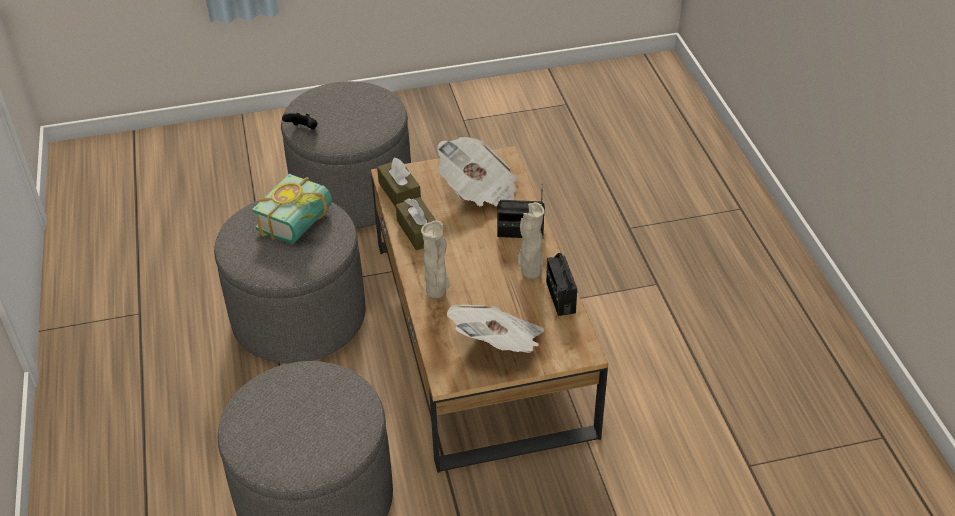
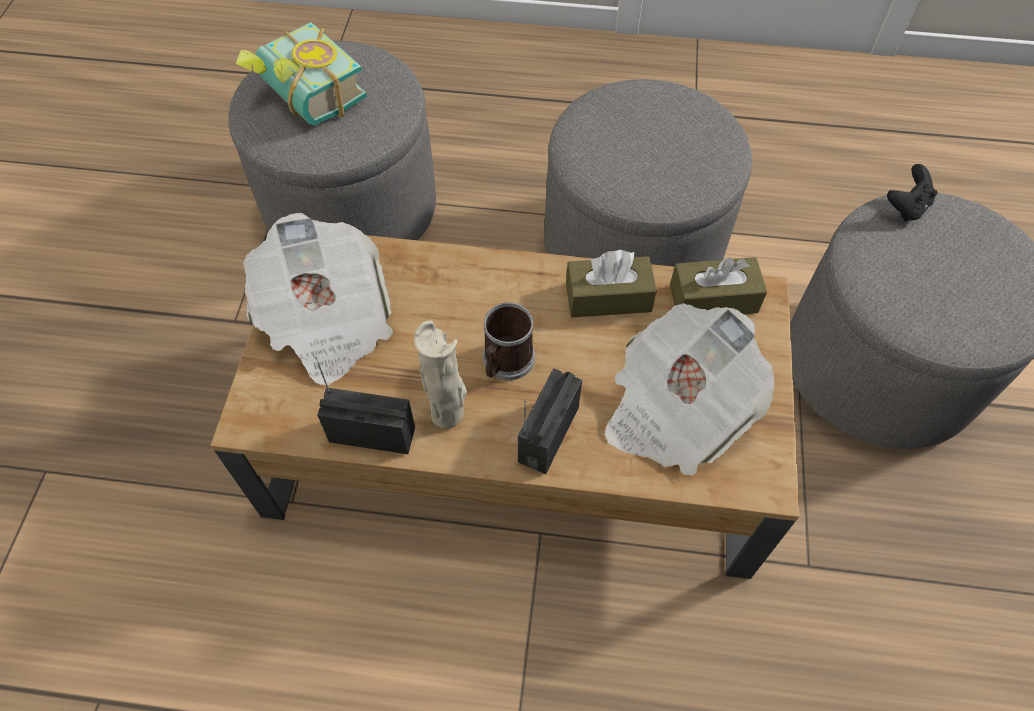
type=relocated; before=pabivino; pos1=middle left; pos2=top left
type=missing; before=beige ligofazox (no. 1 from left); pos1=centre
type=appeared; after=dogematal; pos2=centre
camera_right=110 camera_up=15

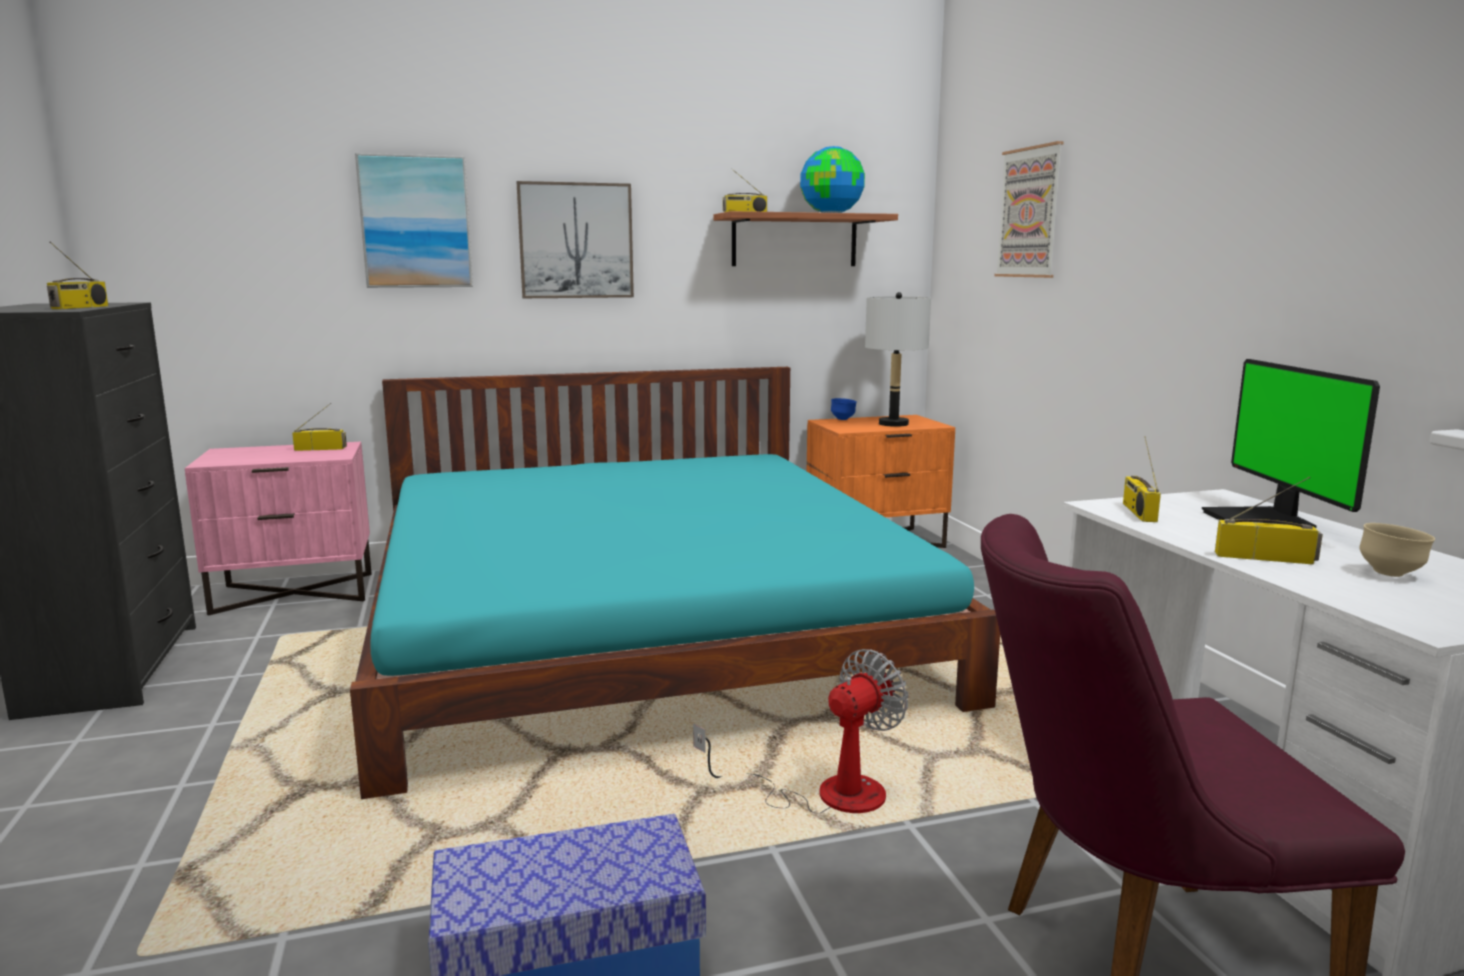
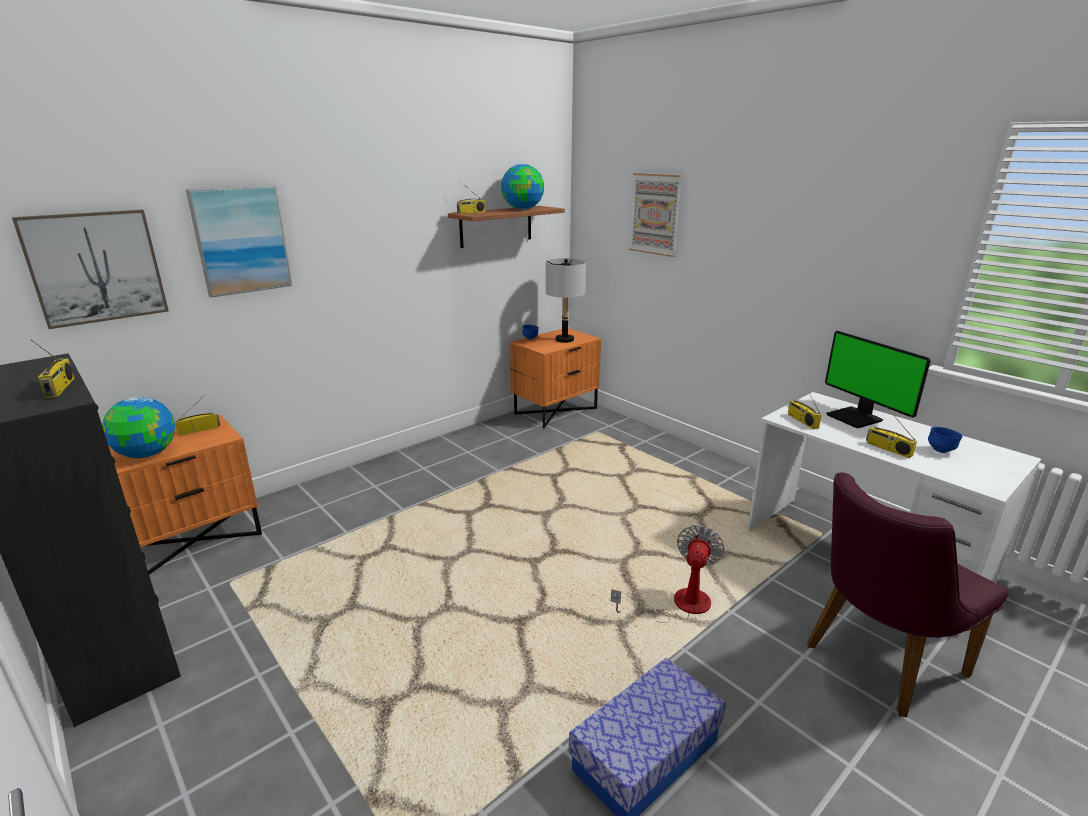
type=colour; before=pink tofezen; after=orange tofezen (no. 1 from left); pos1=middle left; pos2=middle left
type=missing; before=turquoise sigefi; pos1=centre
type=relocated; before=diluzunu (no. 2 from left in the first image); after=diluzunu (no. 1 from left); pos1=top centre; pos2=top left
type=spun; before=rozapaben (no. 5 from left); pos1=middle right; pos2=middle right; turn=-120
type=colour; before=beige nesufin; after=blue nesufin (no. 2 from left); pos1=middle right; pos2=middle right
type=appeared; after=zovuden (no. 1 from left); pos2=middle left
camera_right=-25 camera_up=10

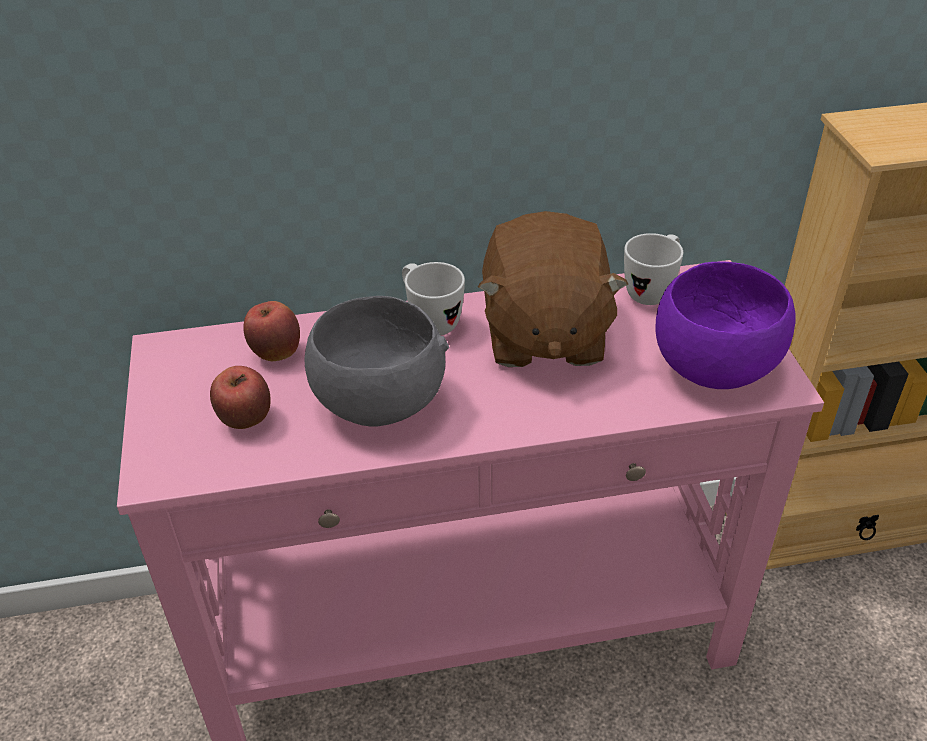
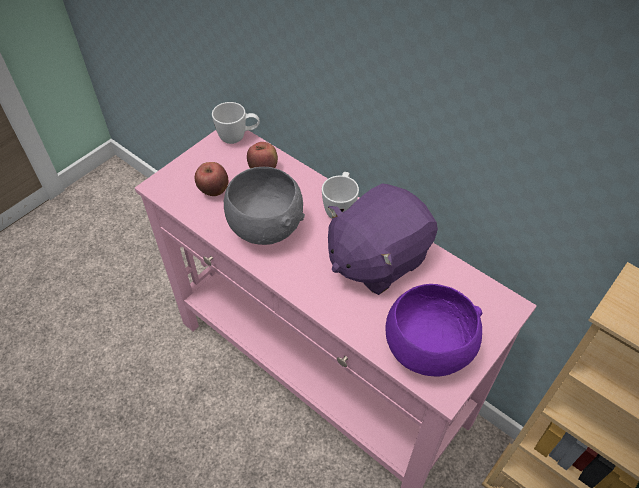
type=colour; before=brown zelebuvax; after=purple zelebuvax; pos1=centre; pos2=centre
type=relocated; before=white dogematal (no. 2 from left in the first image); after=white dogematal (no. 1 from left); pos1=middle right; pos2=top centre
camera_right=50 camera_up=10

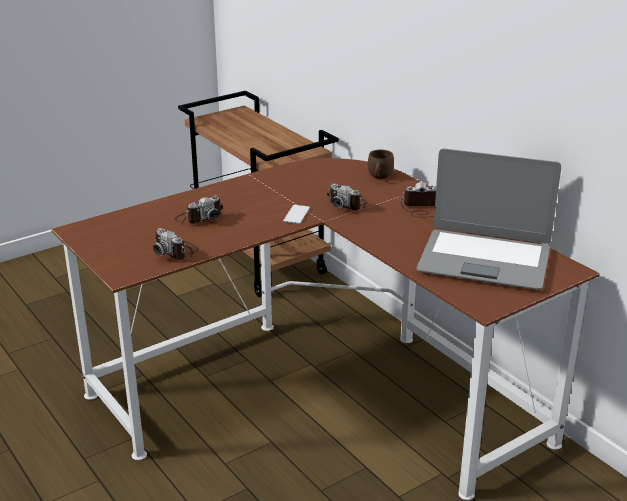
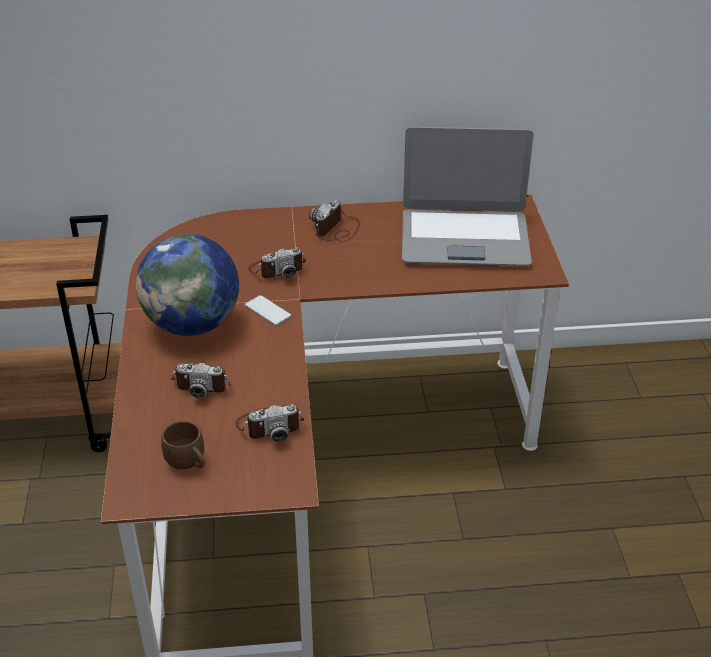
type=spun; before=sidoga (no. 2 from left in the first image); pos1=middle left; pos2=middle left; turn=105
type=relocated; before=brown dogematal; pos1=top centre; pos2=bottom left
type=spun; before=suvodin; pos1=middle right; pos2=top centre; turn=45
type=appeared; after=zovuden; pos2=middle left
camera_right=-60 camera_up=10

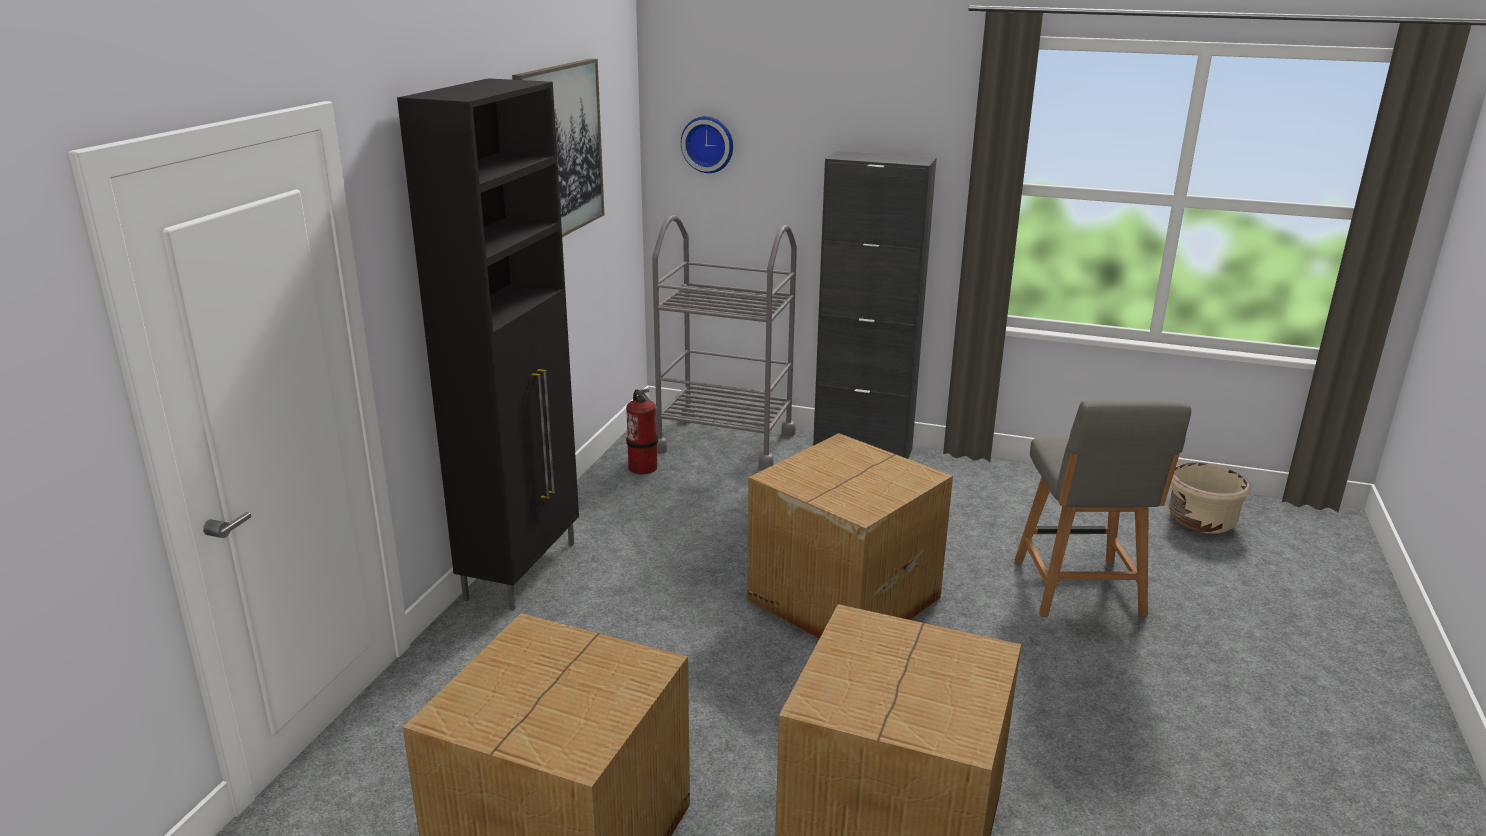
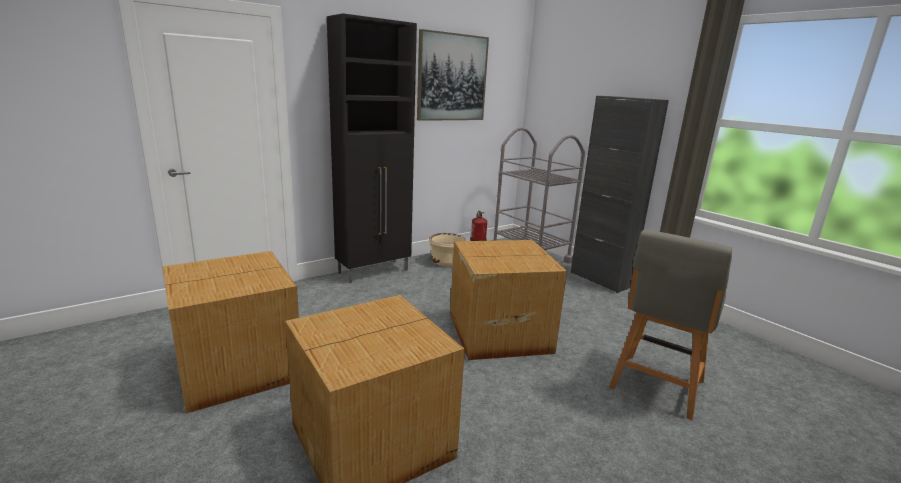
type=missing; before=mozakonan; pos1=top centre
type=relocated; before=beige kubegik; pos1=middle right; pos2=centre
camera_right=35 camera_up=-5

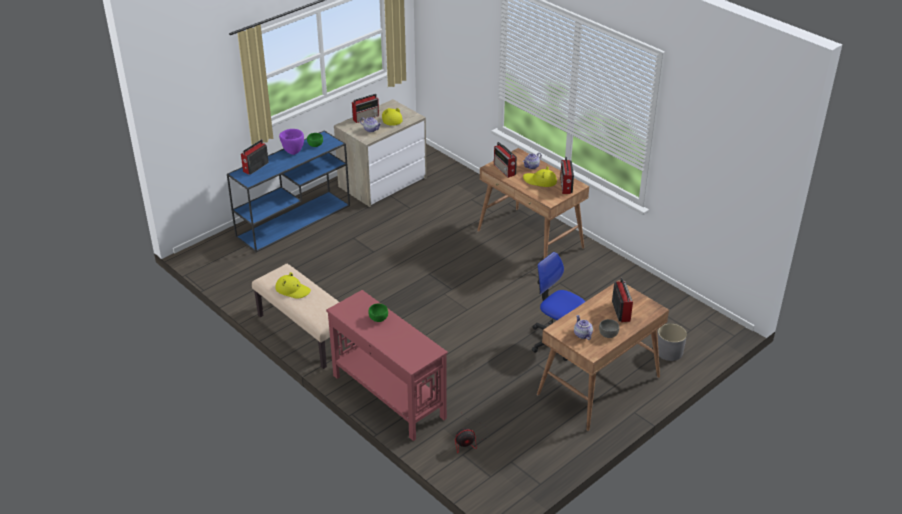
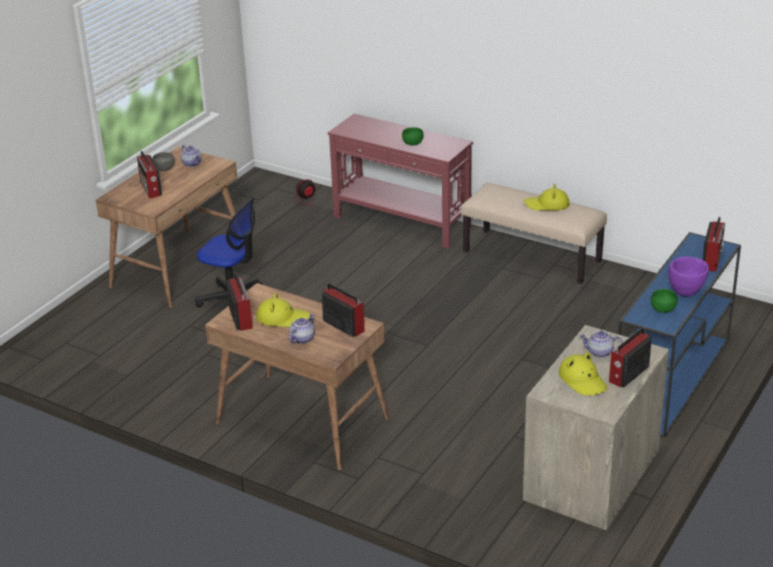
type=missing; before=grey kubegik; pos1=middle right
camera_right=165 camera_up=-5

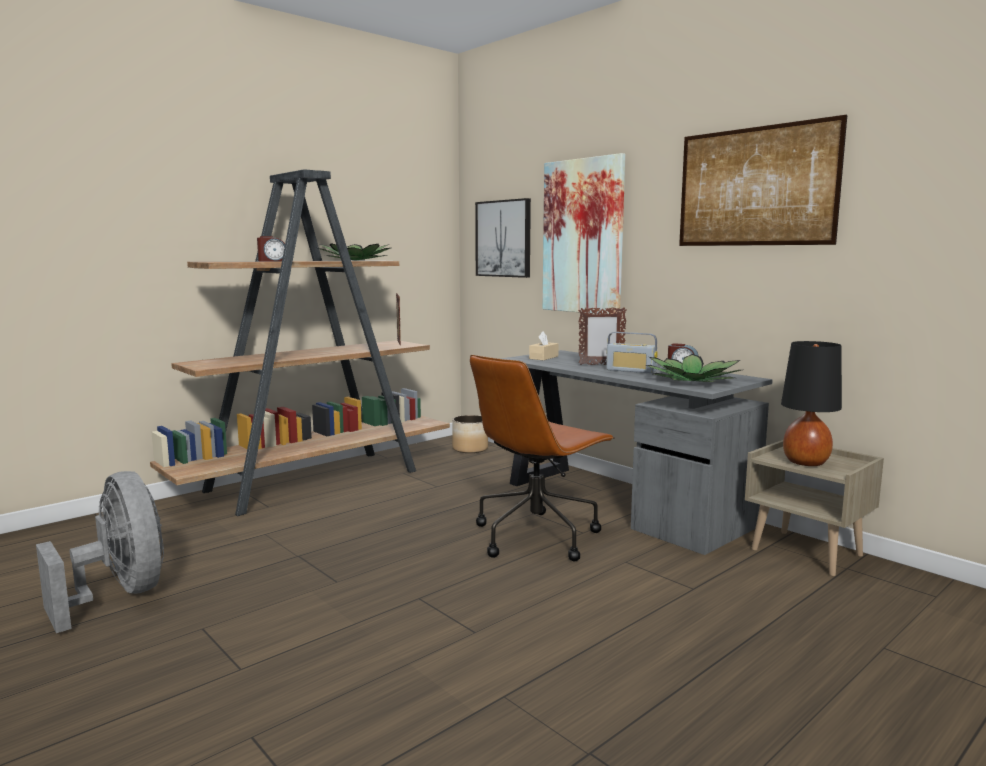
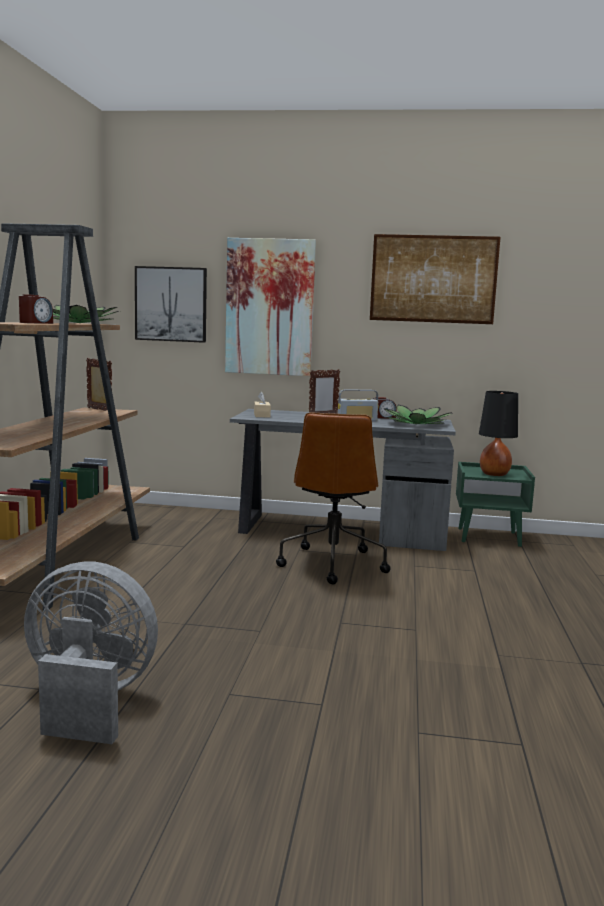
type=missing; before=kubegik; pos1=centre
type=colour; before=beige tofezen; after=green tofezen; pos1=middle right; pos2=middle right
camera_right=-40 camera_up=0

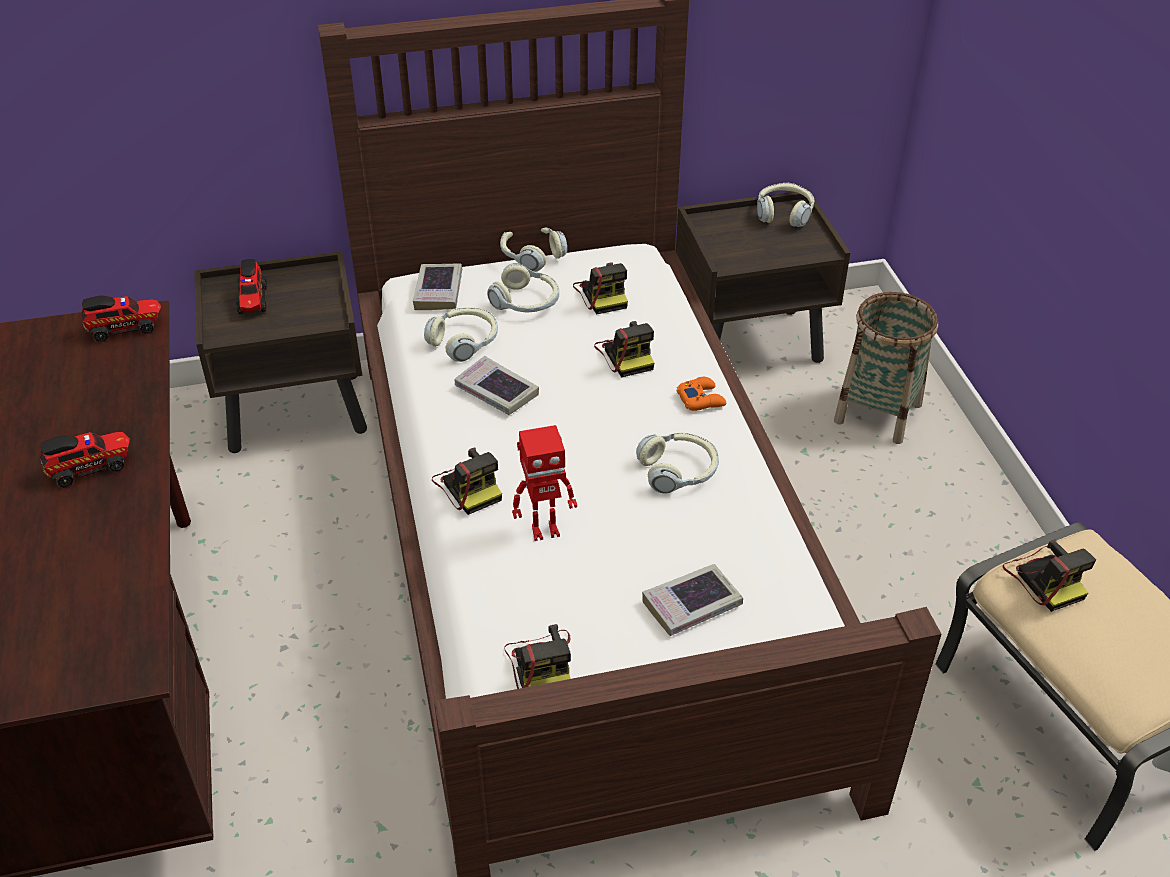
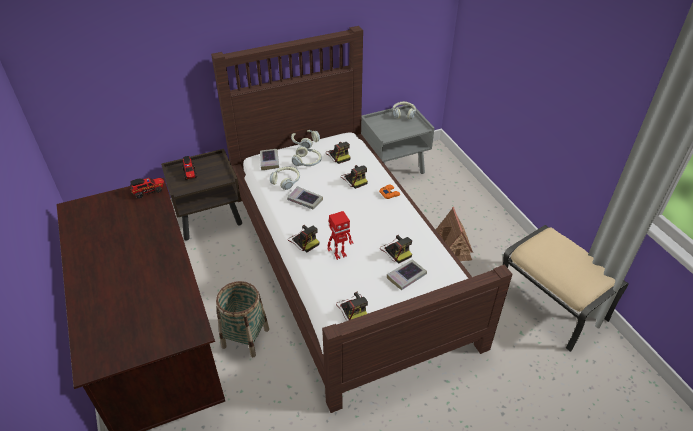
type=missing; before=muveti (no. 1 from left); pos1=middle left
type=missing; before=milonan (no. 4 from left); pos1=centre
type=colour; before=brown tofezen (no. 2 from left); after=grey tofezen; pos1=top centre; pos2=top centre
type=relocated; before=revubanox; pos1=middle right; pos2=bottom centre
type=relocated; before=sidoga (no. 5 from left); pos1=middle right; pos2=centre
type=appeared; after=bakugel; pos2=centre
camera_right=-10 camera_up=0

